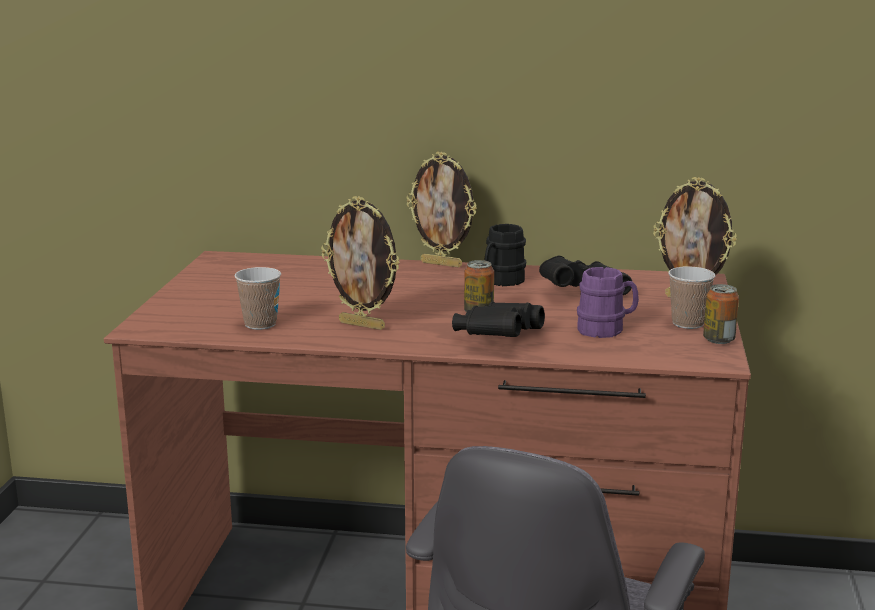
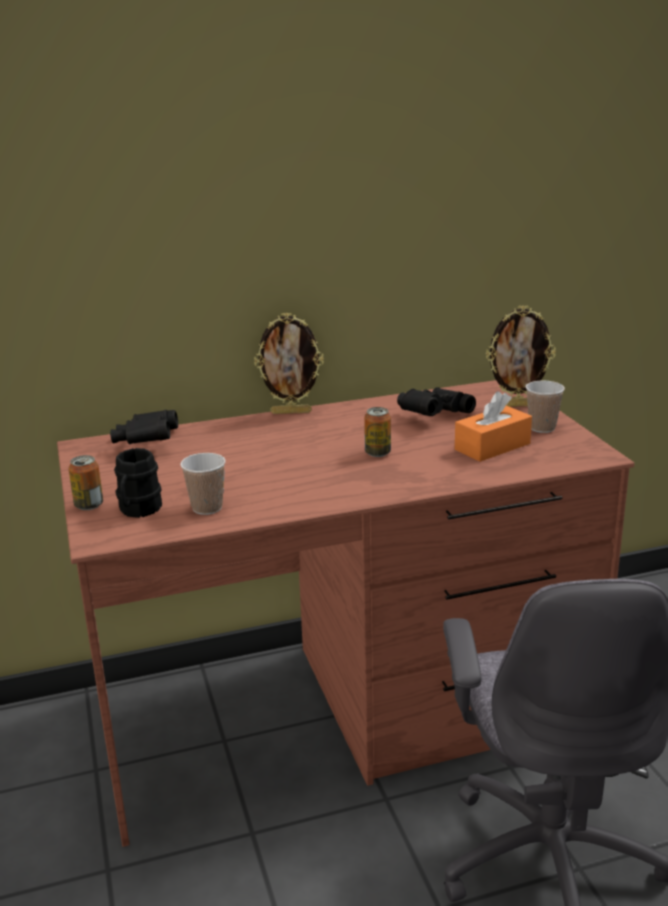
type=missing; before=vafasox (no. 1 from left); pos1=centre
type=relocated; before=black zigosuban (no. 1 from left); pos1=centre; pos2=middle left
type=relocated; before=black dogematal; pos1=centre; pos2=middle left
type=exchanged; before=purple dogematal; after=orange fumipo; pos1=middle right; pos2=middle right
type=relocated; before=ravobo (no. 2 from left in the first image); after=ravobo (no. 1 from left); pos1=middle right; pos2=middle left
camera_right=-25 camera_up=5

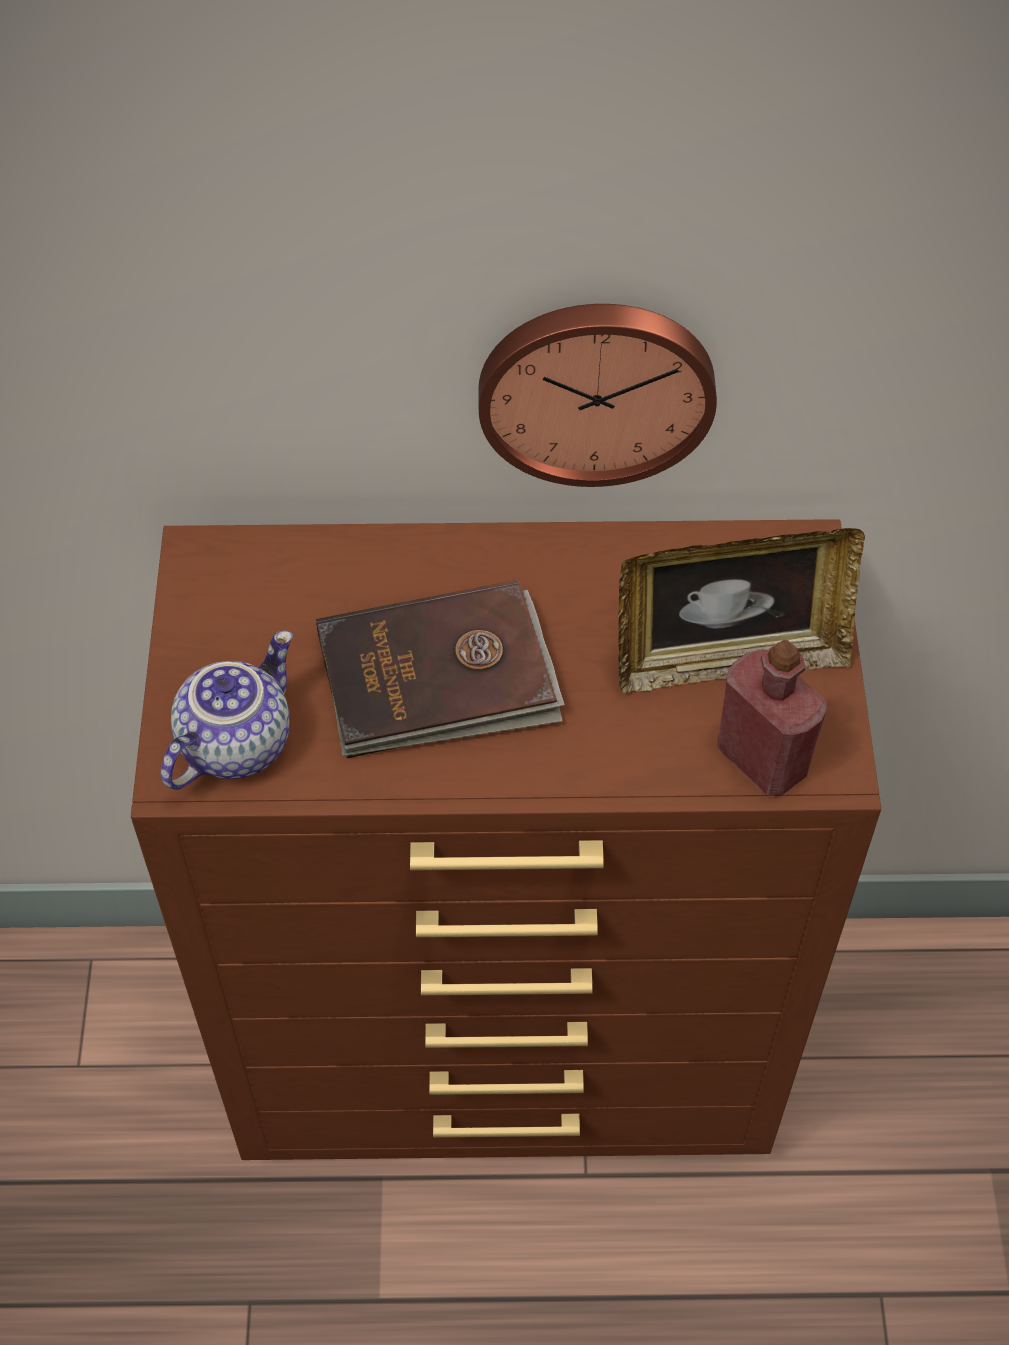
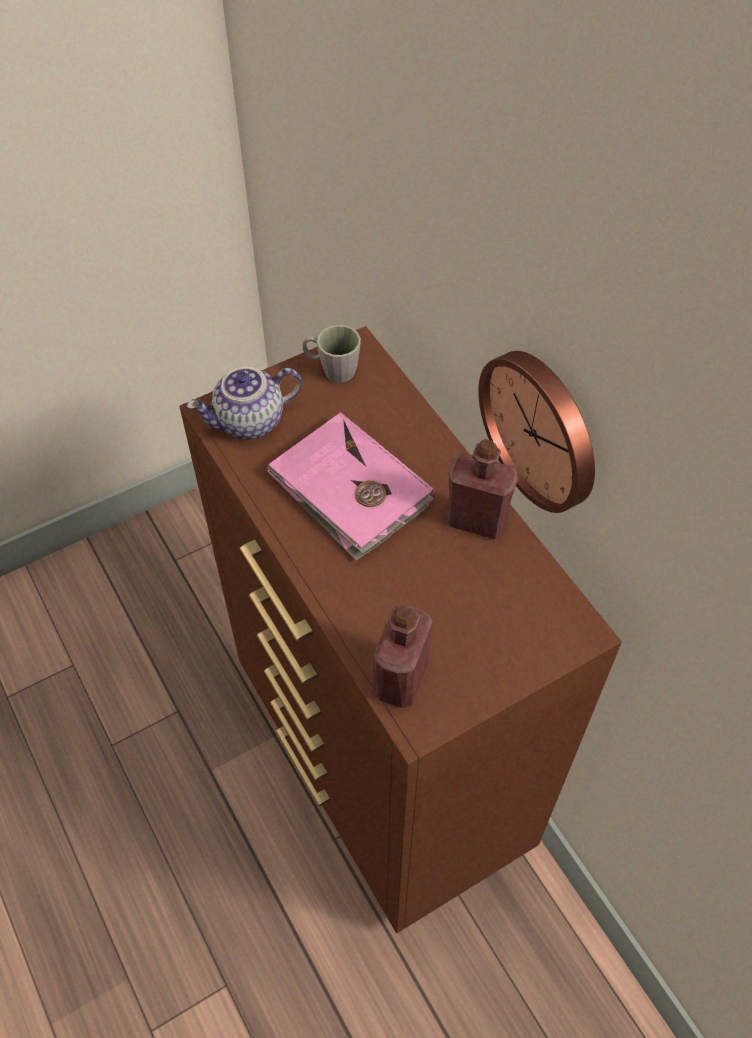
type=spun; before=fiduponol; pos1=middle left; pos2=middle left; turn=150
type=colour; before=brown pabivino; after=pink pabivino; pos1=centre; pos2=centre
type=missing; before=vafasox; pos1=middle right
type=appeared; after=grey dogematal; pos2=centre
type=appeared; after=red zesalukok (no. 2 from left); pos2=centre
camera_right=60 camera_up=0

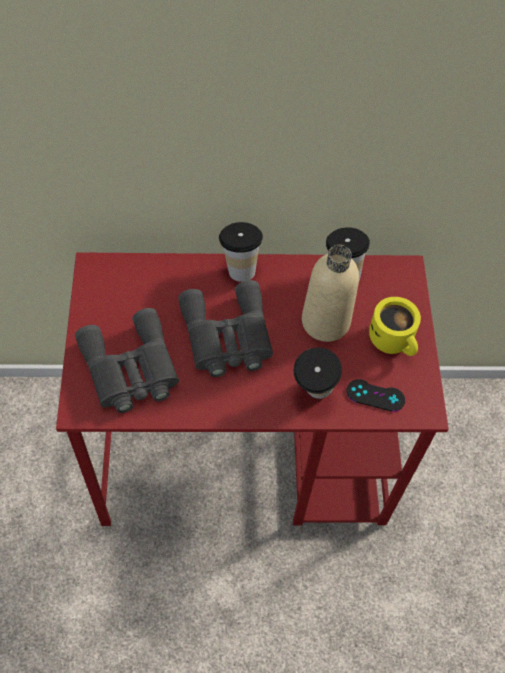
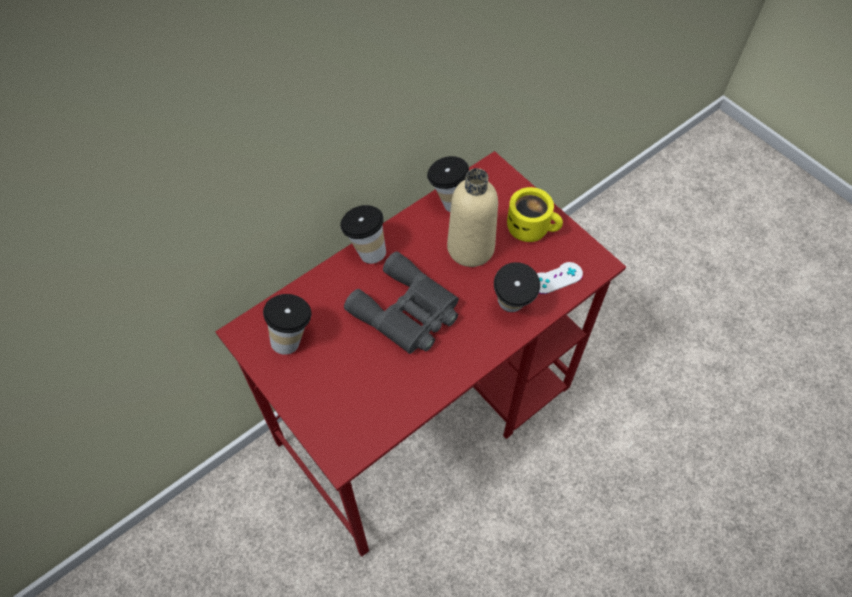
type=missing; before=grey zigosuban (no. 1 from left); pos1=middle left
type=colour; before=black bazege; after=white bazege; pos1=middle right; pos2=centre
type=appeared; after=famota (no. 1 from left); pos2=centre
camera_right=-35 camera_up=0

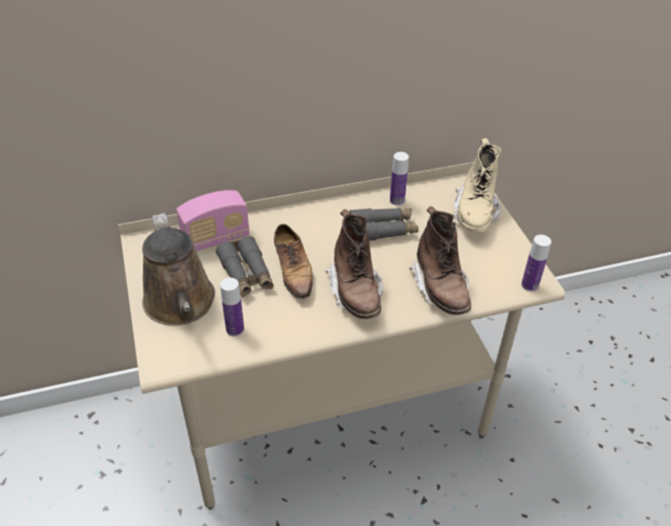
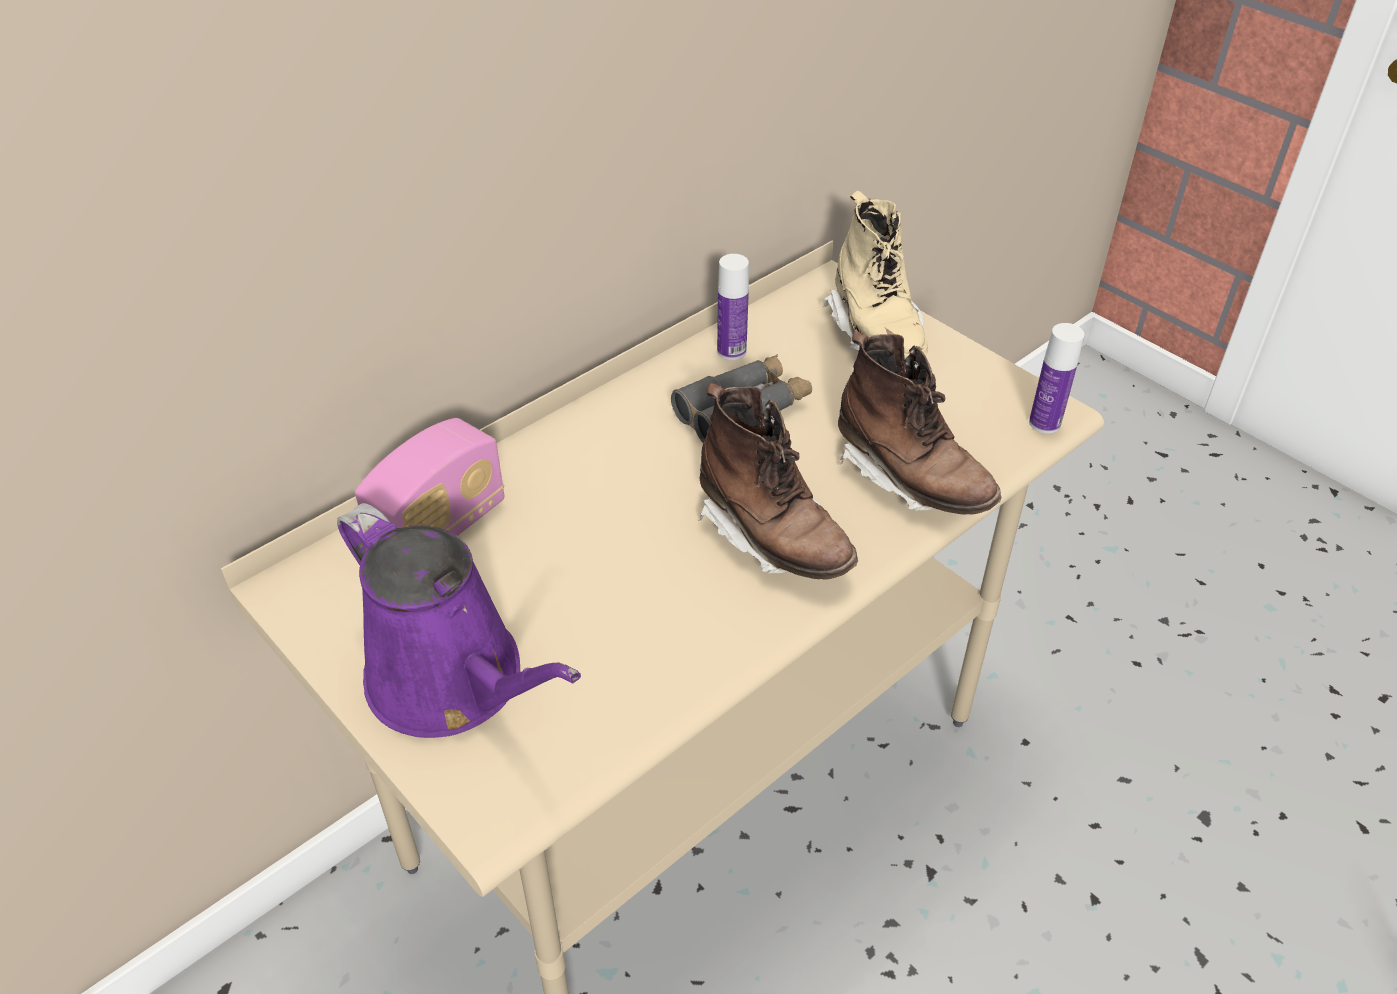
type=colour; before=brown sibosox; after=purple sibosox; pos1=middle left; pos2=middle left
type=missing; before=grey zigosuban (no. 1 from left); pos1=centre
type=missing; before=zesalukok (no. 1 from left); pos1=centre
type=missing; before=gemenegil; pos1=centre
camera_right=-25 camera_up=0

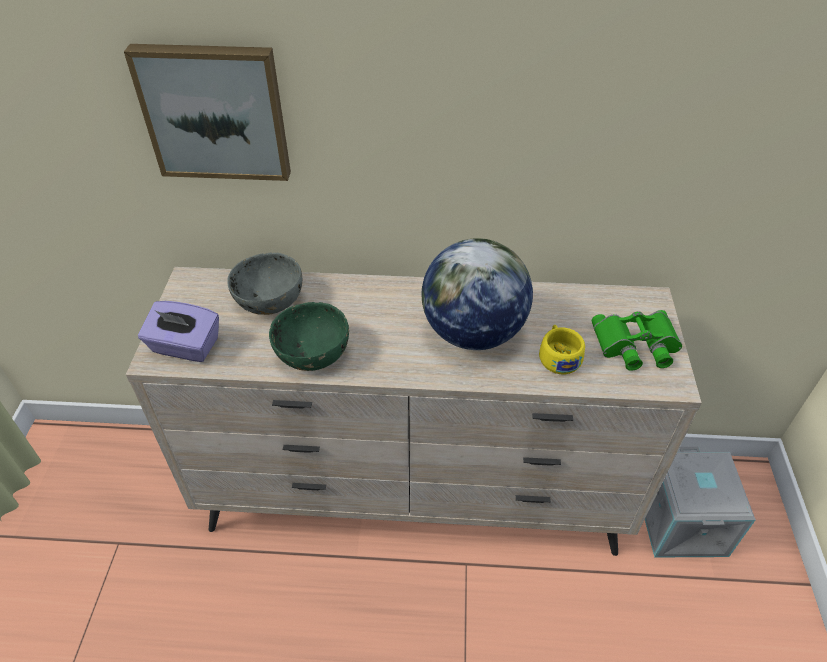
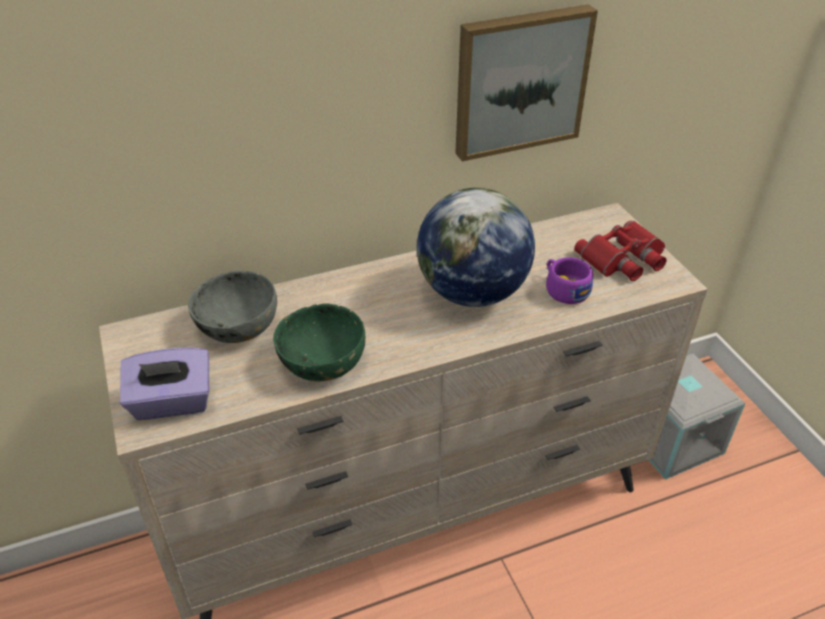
type=relocated; before=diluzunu; pos1=top left; pos2=top centre
type=colour; before=yellow famota; after=purple famota; pos1=middle right; pos2=middle right
type=colour; before=green zigosuban; after=red zigosuban; pos1=middle right; pos2=middle right
camera_right=-25 camera_up=-5

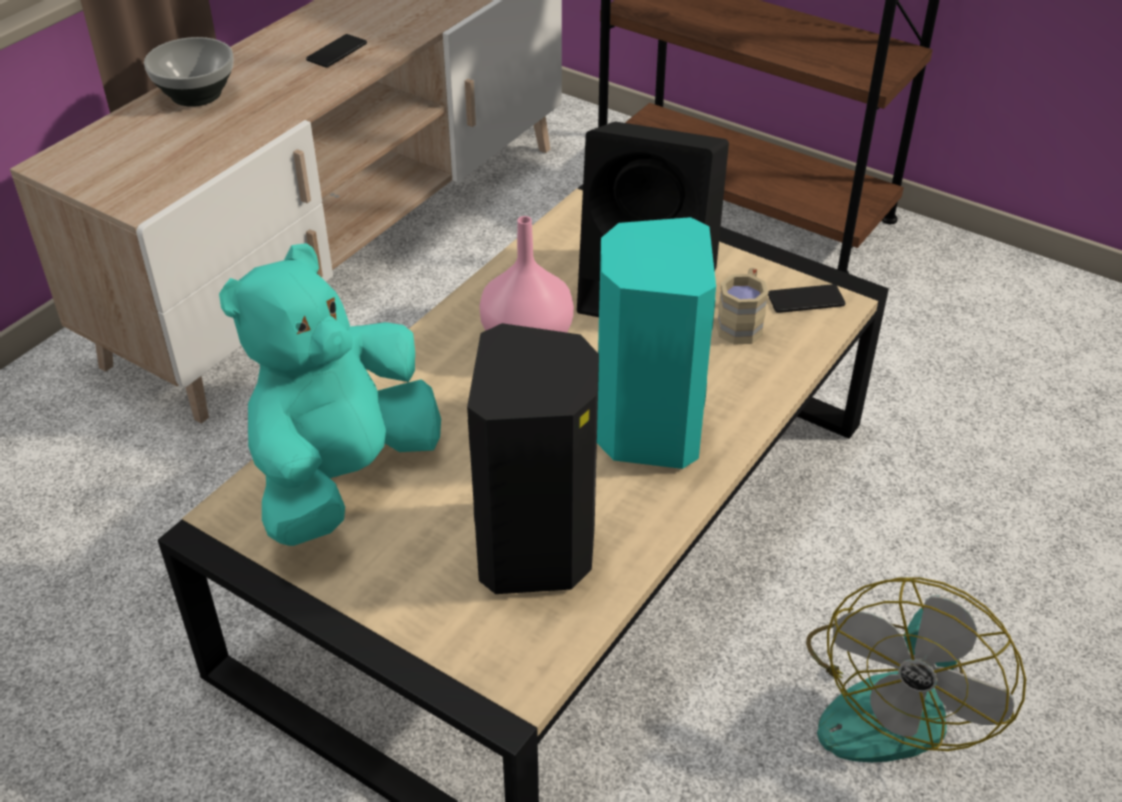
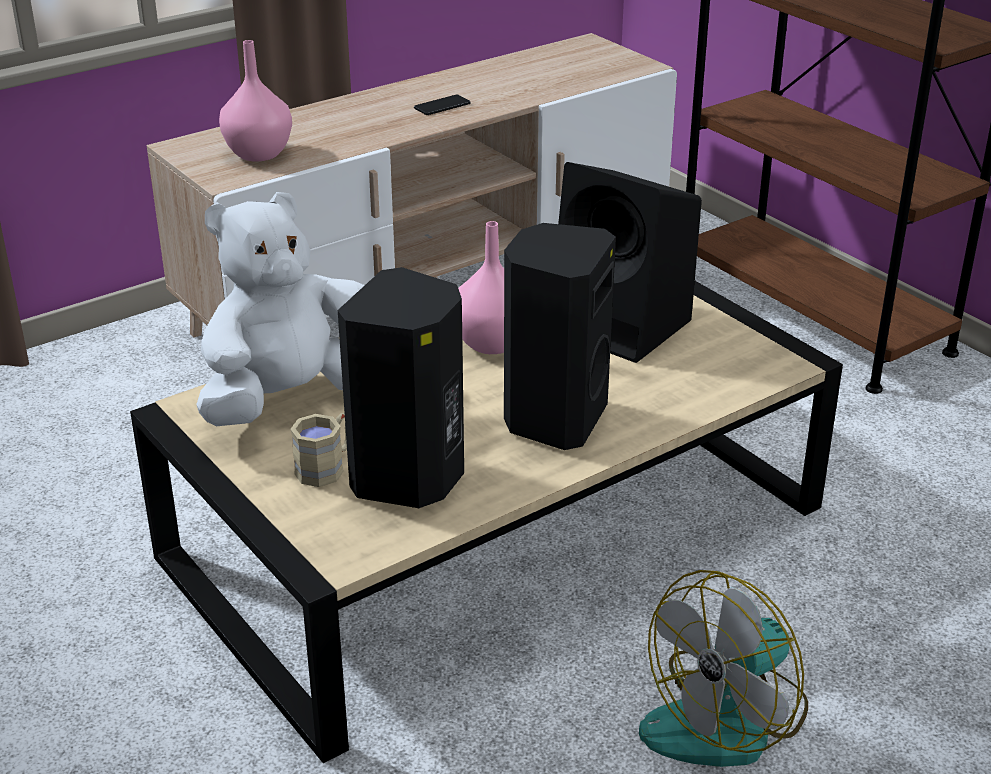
type=missing; before=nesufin; pos1=top left
type=colour; before=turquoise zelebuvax; after=white zelebuvax; pos1=middle left; pos2=middle left
type=colour; before=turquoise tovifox; after=black tovifox (no. 2 from left); pos1=centre; pos2=centre
type=relocated; before=beige dogematal; pos1=centre; pos2=middle left
type=missing; before=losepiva (no. 2 from left); pos1=middle right
type=appeared; after=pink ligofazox (no. 1 from left); pos2=top left
camera_right=20 camera_up=-10

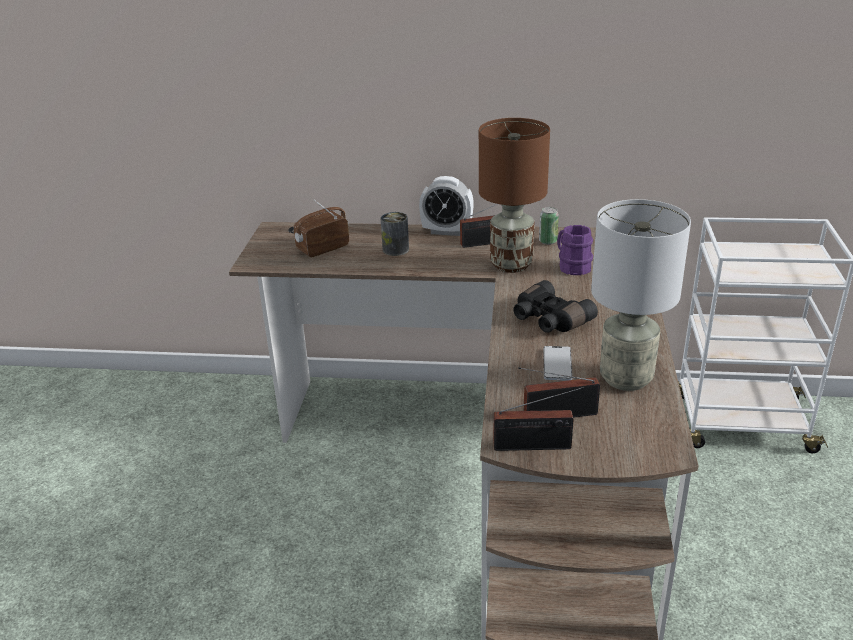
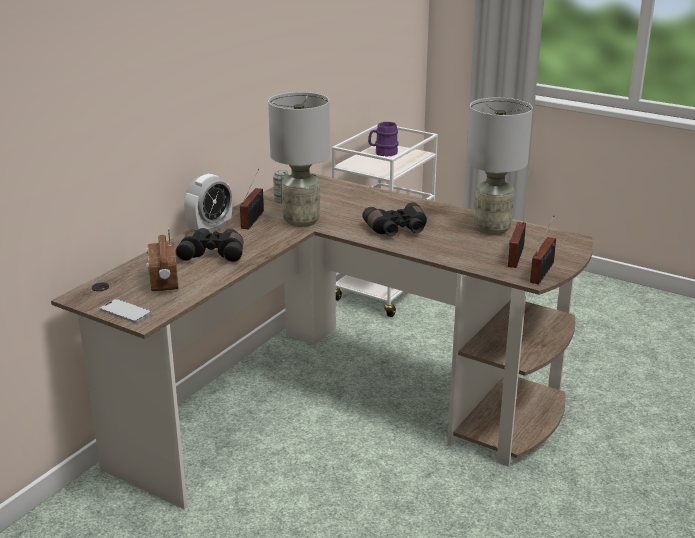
type=exchanged; before=ravobo (no. 1 from left); after=black zigosuban (no. 1 from left); pos1=centre; pos2=middle left
type=colour; before=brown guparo; after=grey guparo (no. 1 from left); pos1=top centre; pos2=top centre
type=relocated; before=losepiva; pos1=centre; pos2=middle left
type=relocated; before=purple dogematal; pos1=middle right; pos2=top centre
camera_right=-65 camera_up=-5

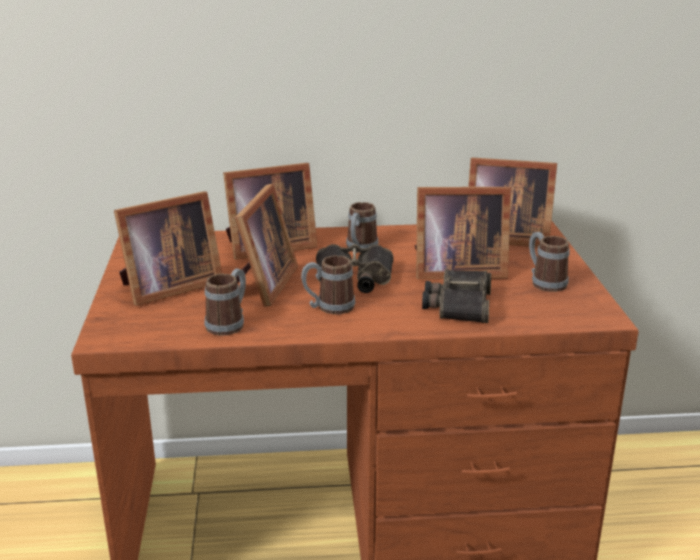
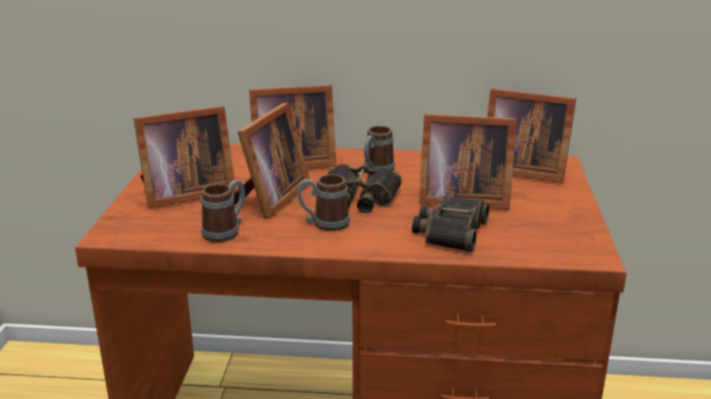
type=missing; before=dogematal (no. 4 from left); pos1=middle right
camera_right=10 camera_up=0

